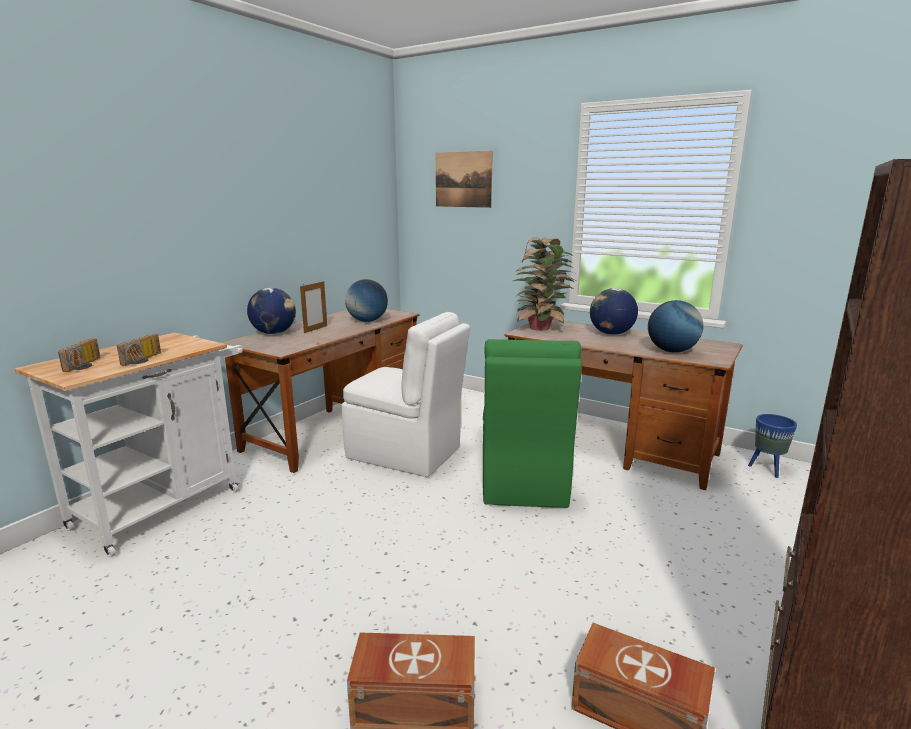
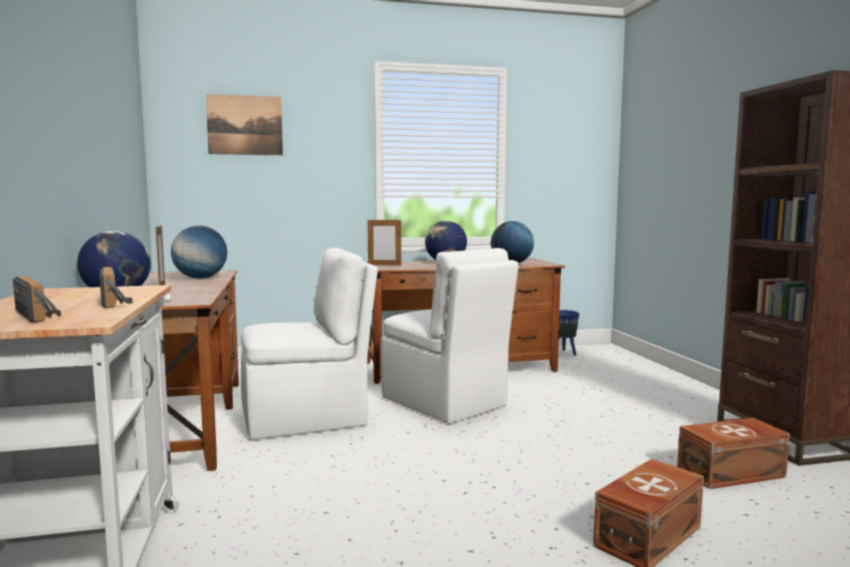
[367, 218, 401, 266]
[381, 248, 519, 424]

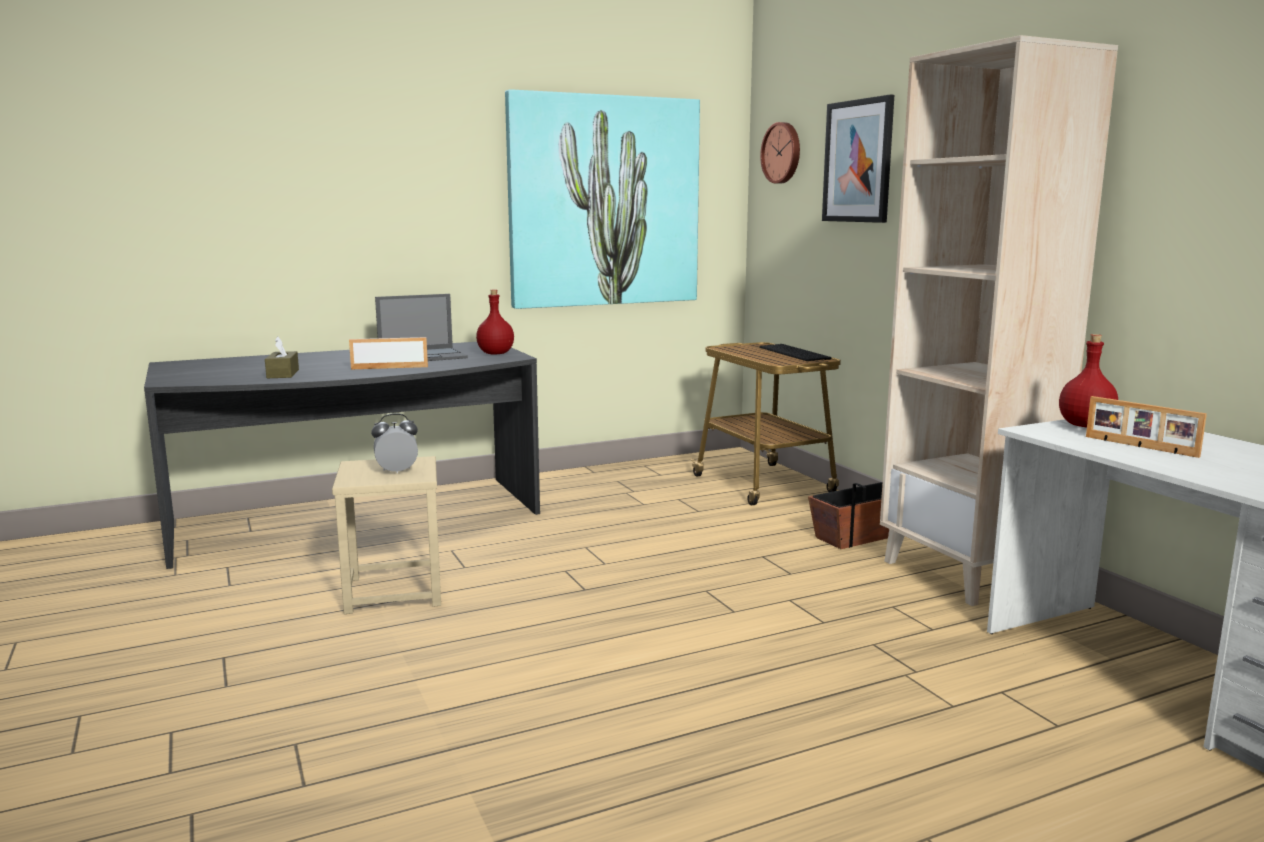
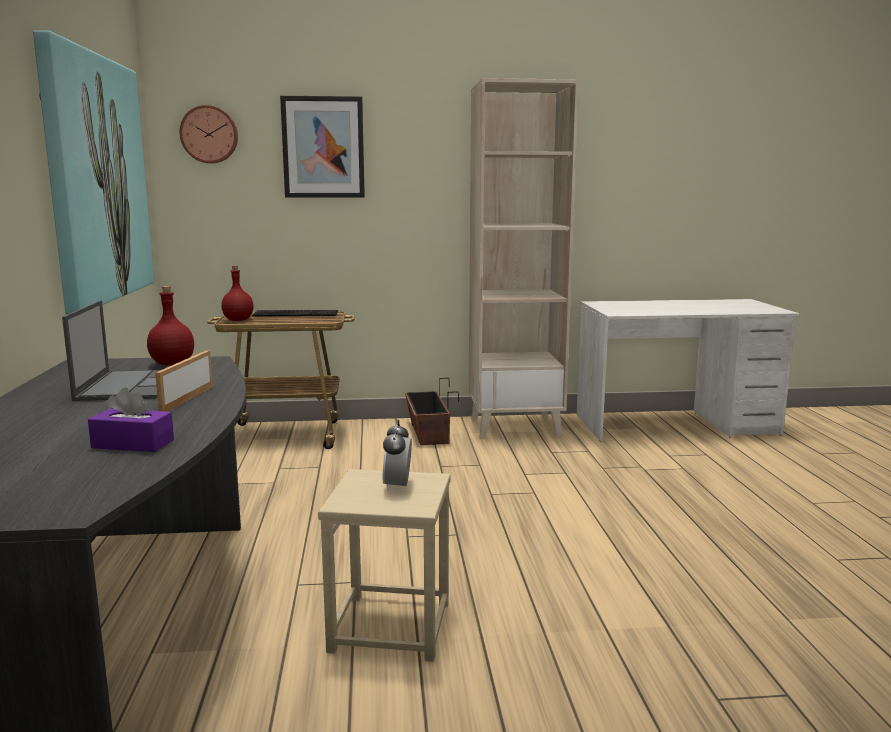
[221, 266, 254, 321]
[88, 387, 174, 452]
[1086, 396, 1207, 458] (first image)

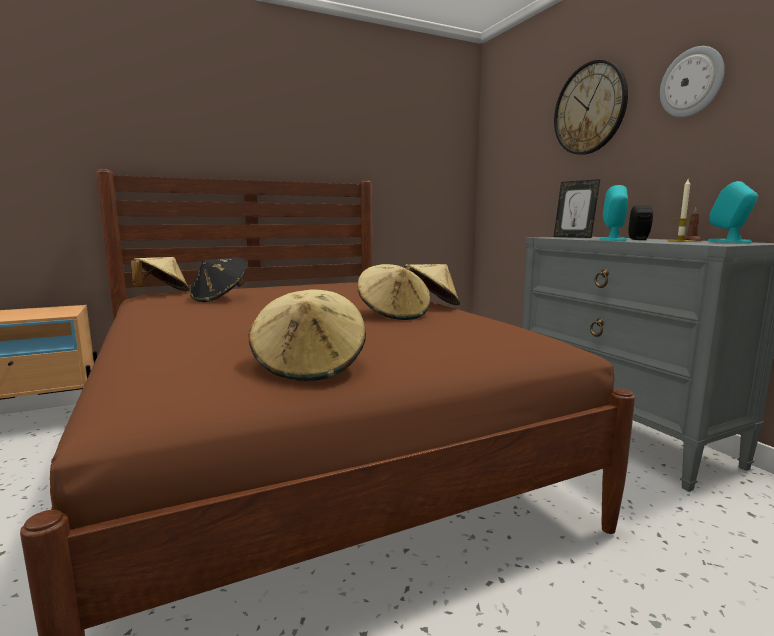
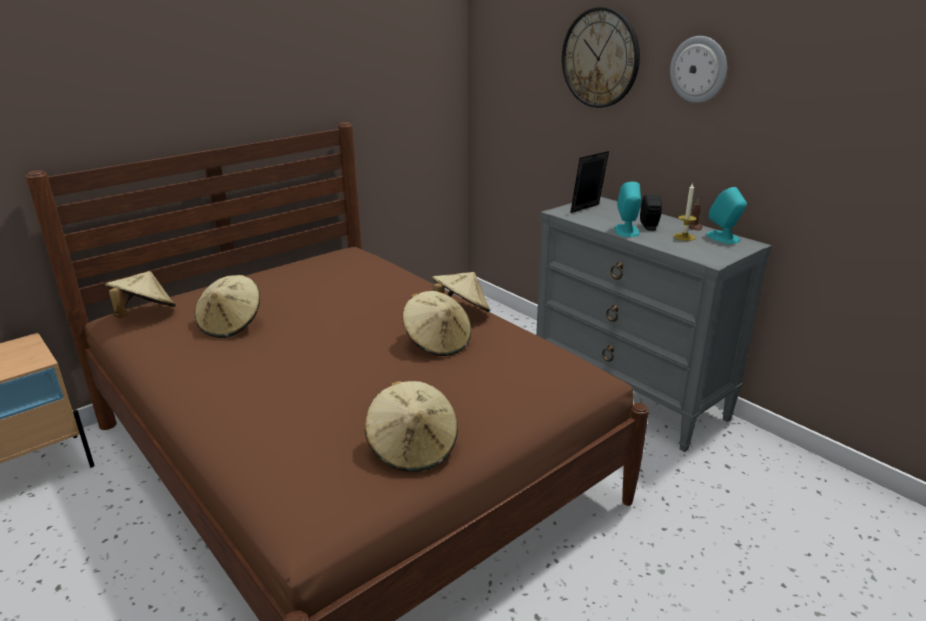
[570, 151, 609, 213]
[195, 275, 260, 338]

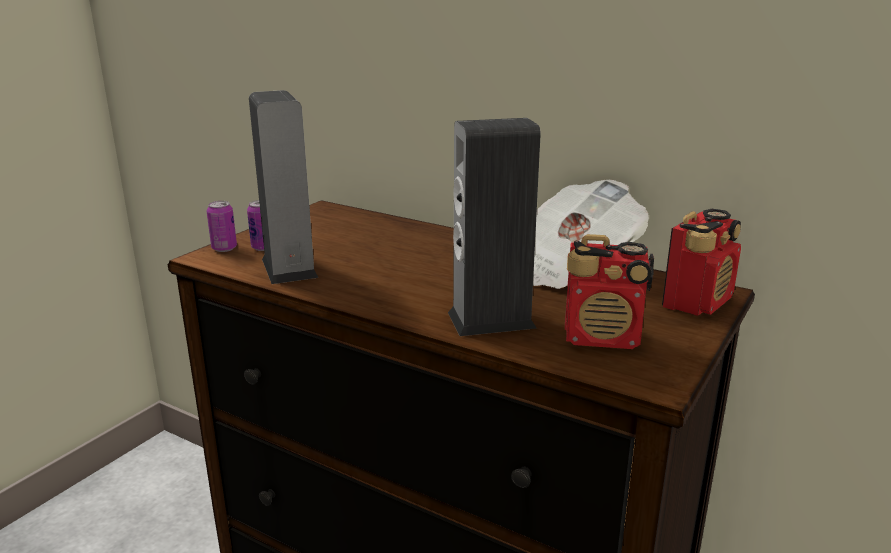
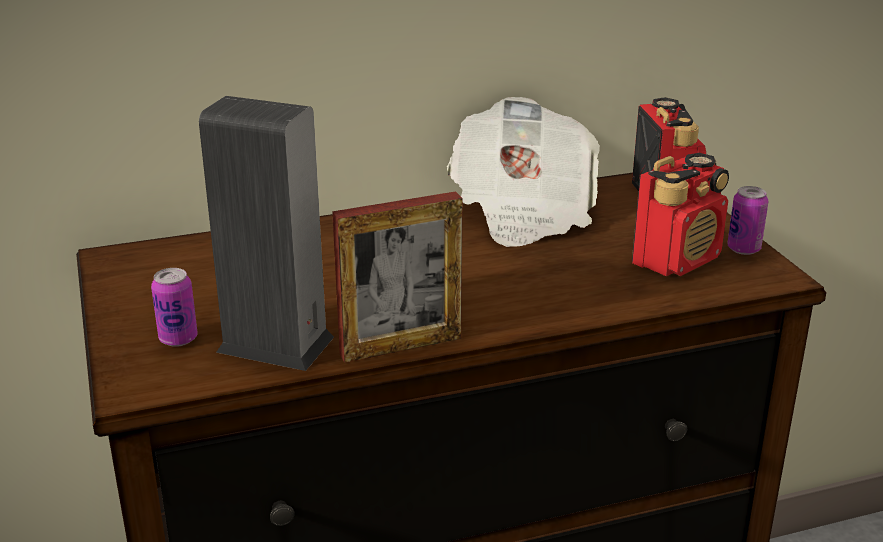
[448, 118, 541, 336] (first image)
[727, 186, 768, 255]
[332, 191, 463, 363]

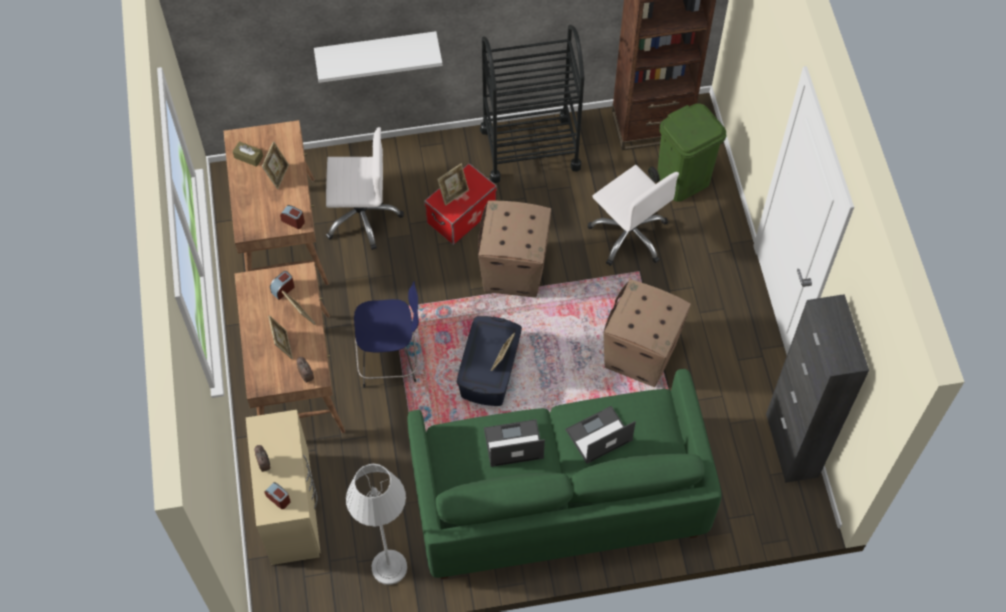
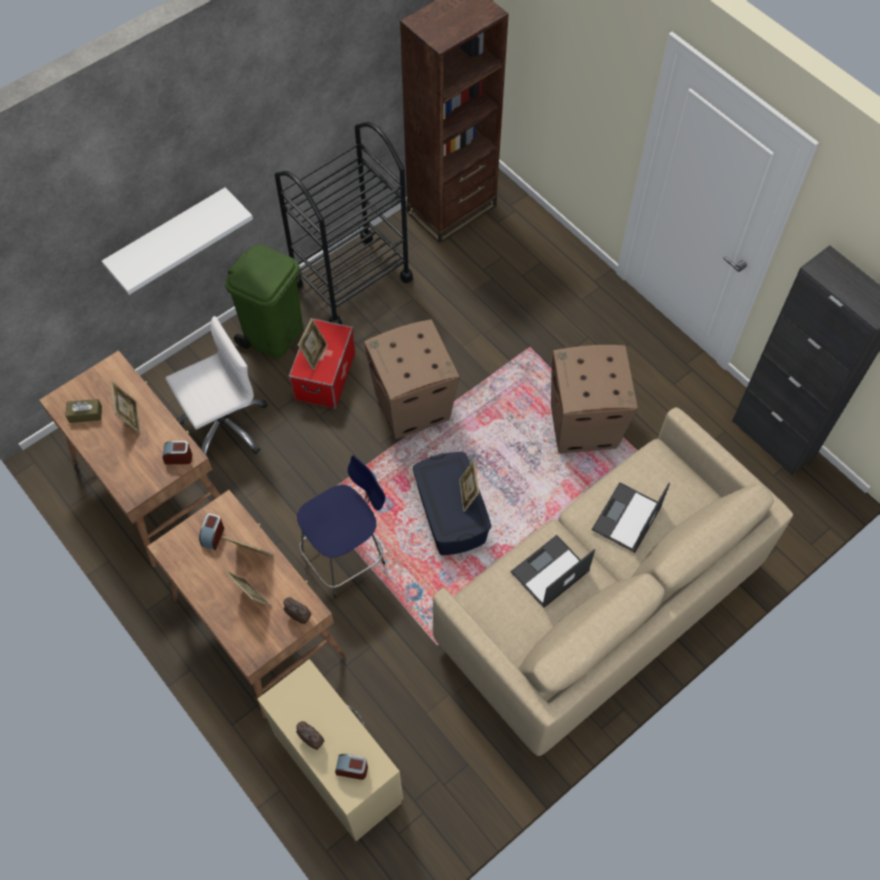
[225, 245, 303, 358]
[587, 165, 679, 266] (first image)
[433, 407, 793, 756]
[346, 464, 407, 585] (first image)

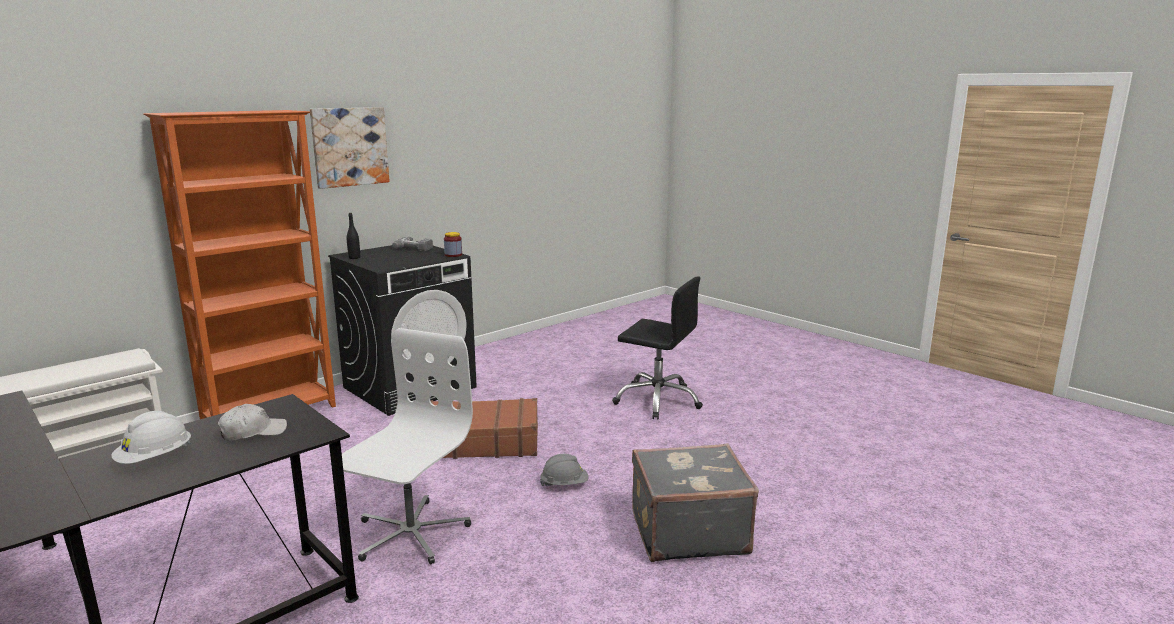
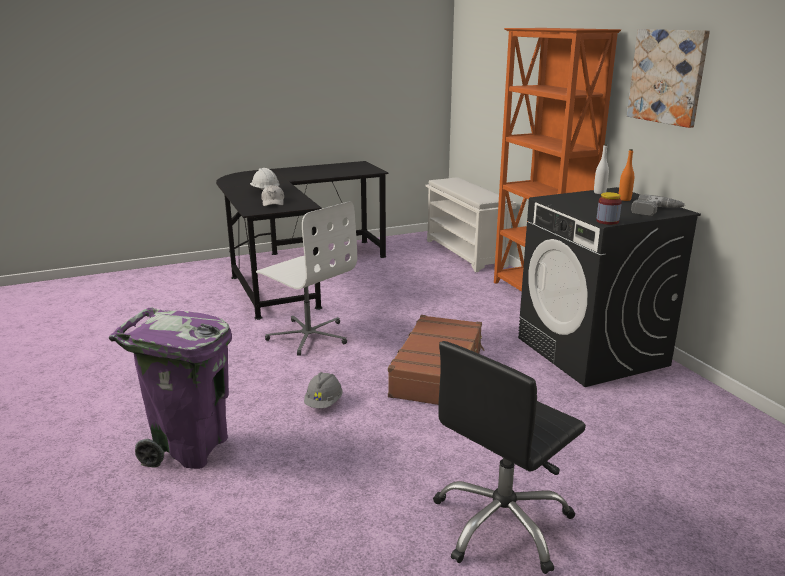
[594, 144, 609, 194]
[109, 307, 232, 469]
[619, 149, 634, 201]

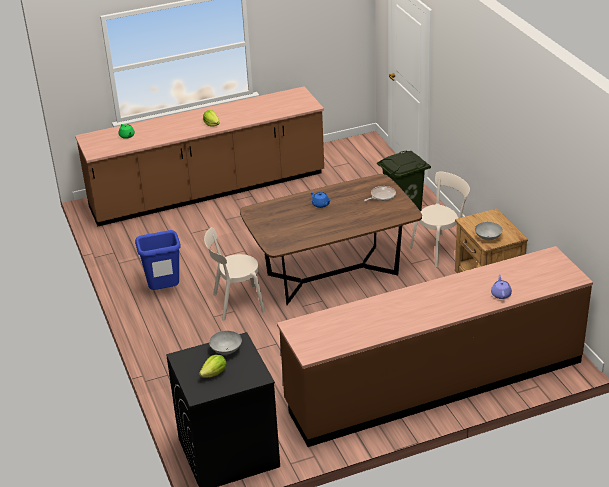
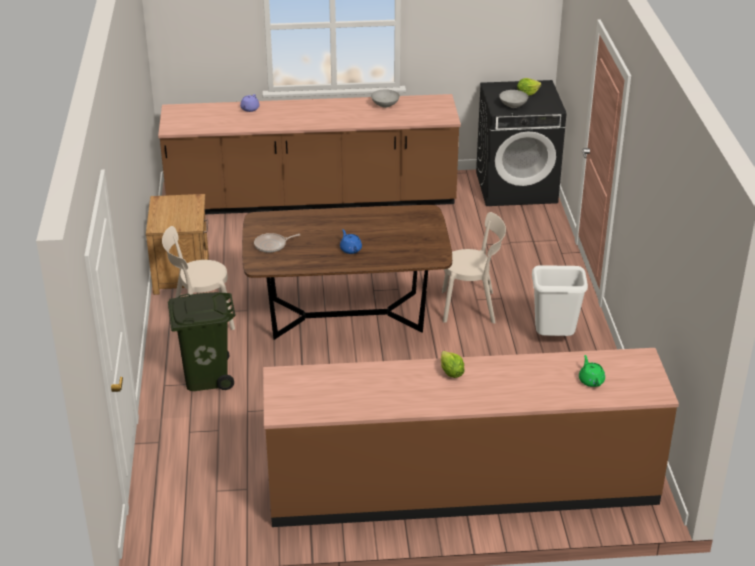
[371, 89, 400, 108]
[532, 265, 588, 336]

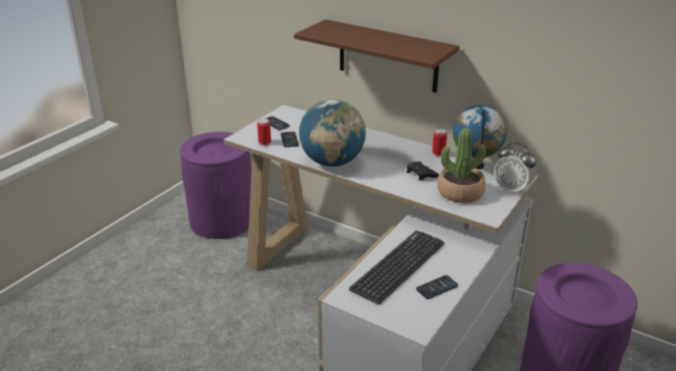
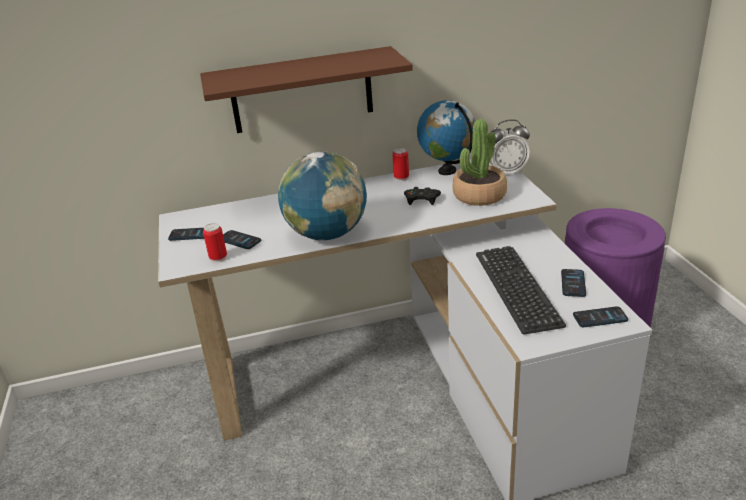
[180, 132, 252, 239] (first image)
[573, 307, 628, 327]

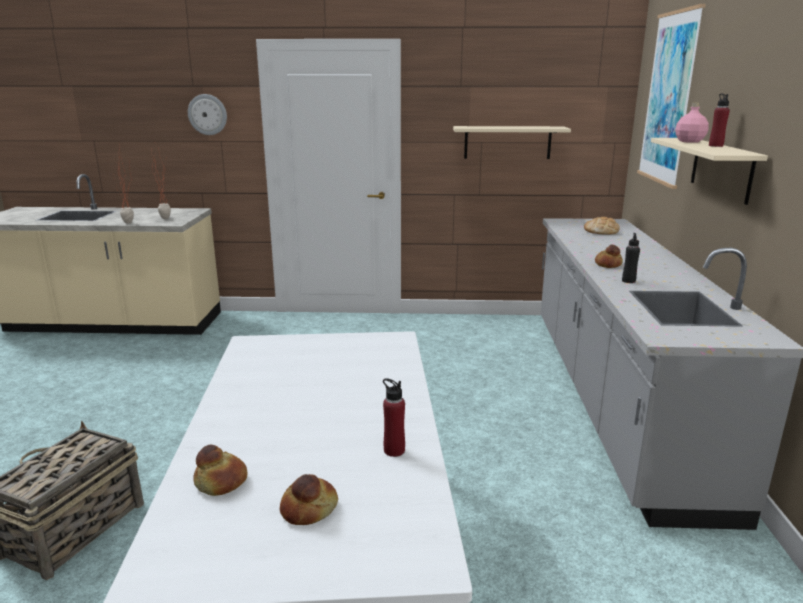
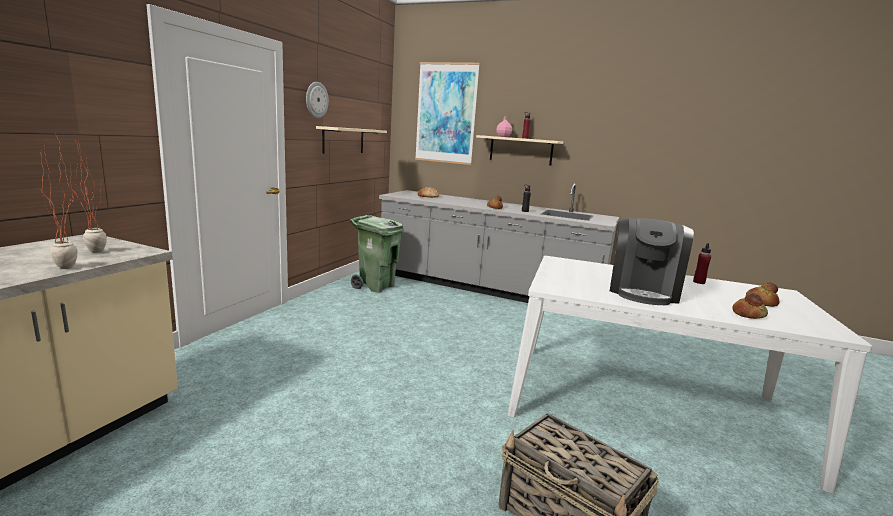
[306, 82, 329, 118]
[349, 215, 404, 293]
[610, 218, 694, 305]

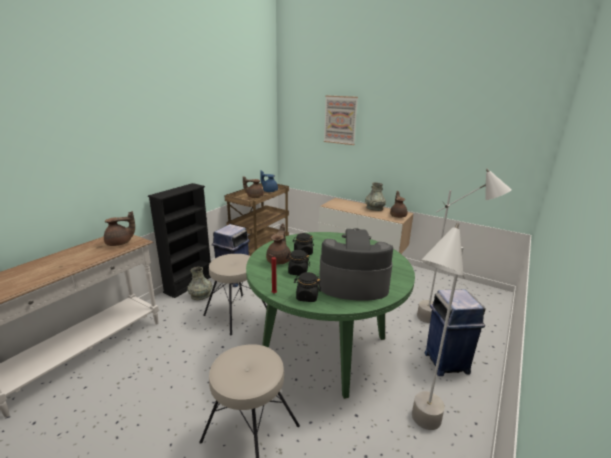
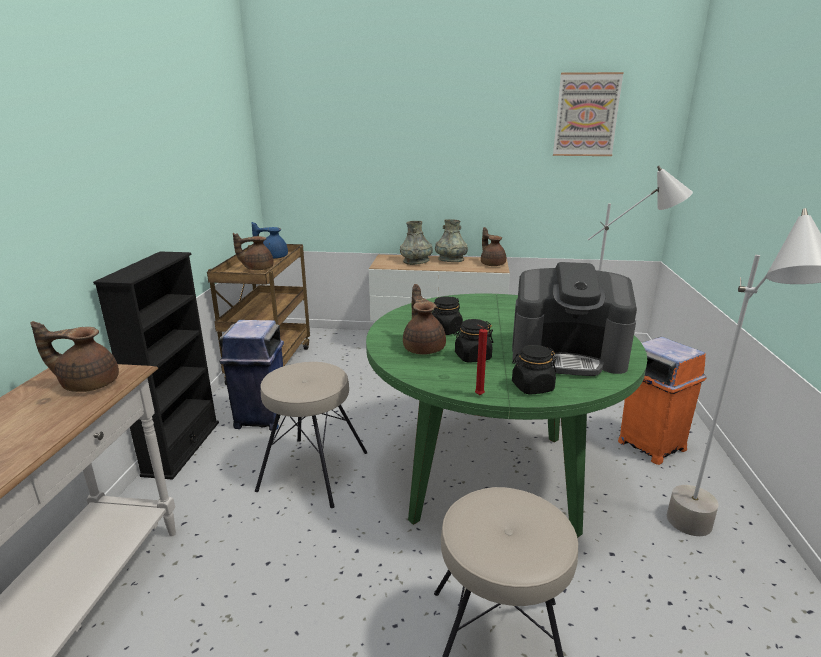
[553, 72, 624, 156]
[31, 321, 119, 392]
[512, 262, 637, 376]
[400, 221, 433, 265]
[618, 337, 707, 465]

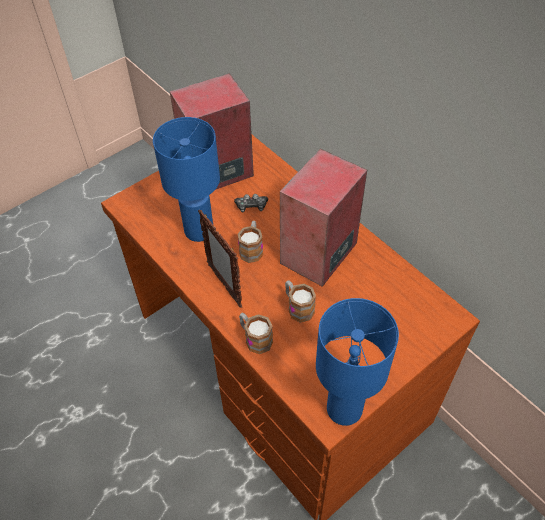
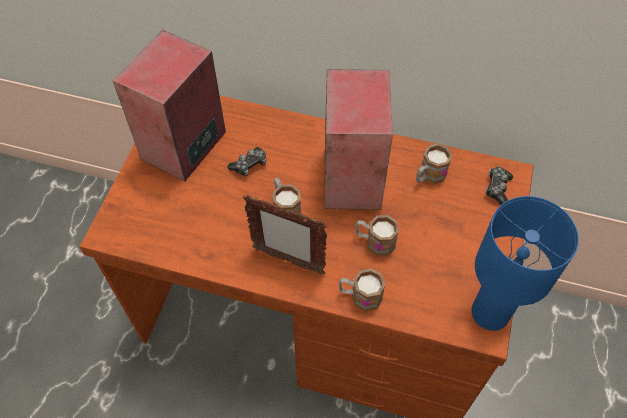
[153, 117, 220, 242] (first image)
[416, 143, 453, 184]
[485, 167, 513, 205]

